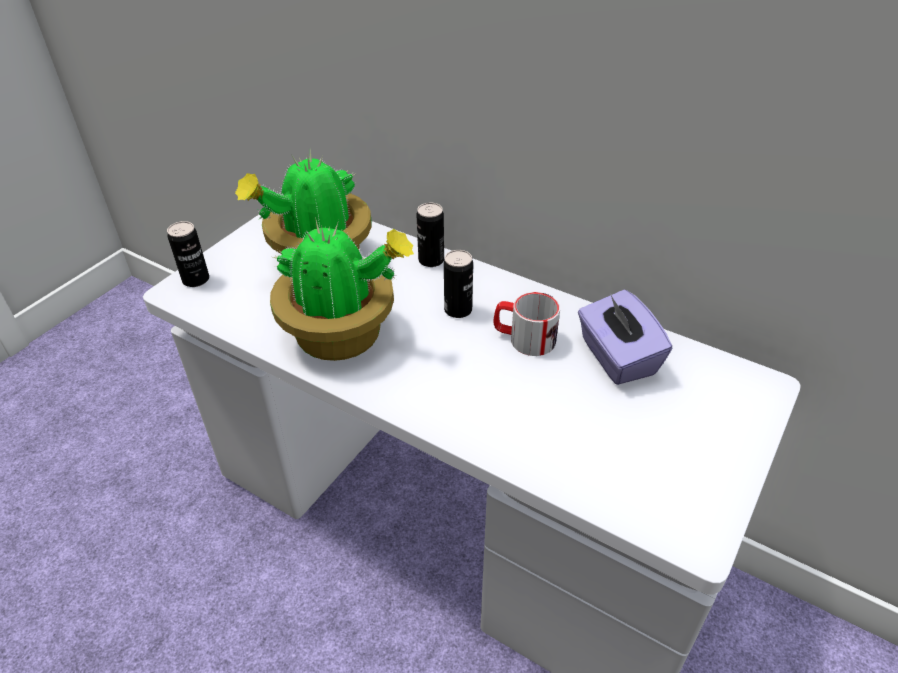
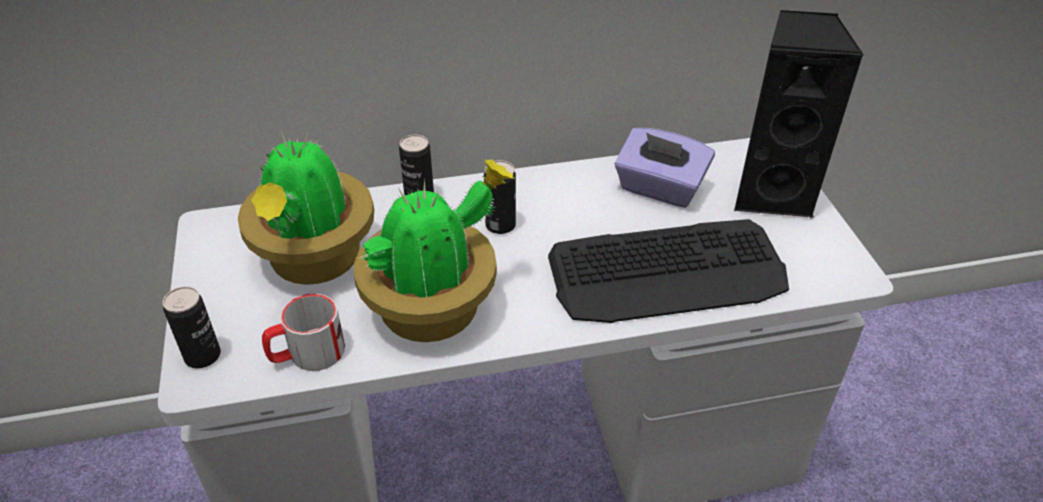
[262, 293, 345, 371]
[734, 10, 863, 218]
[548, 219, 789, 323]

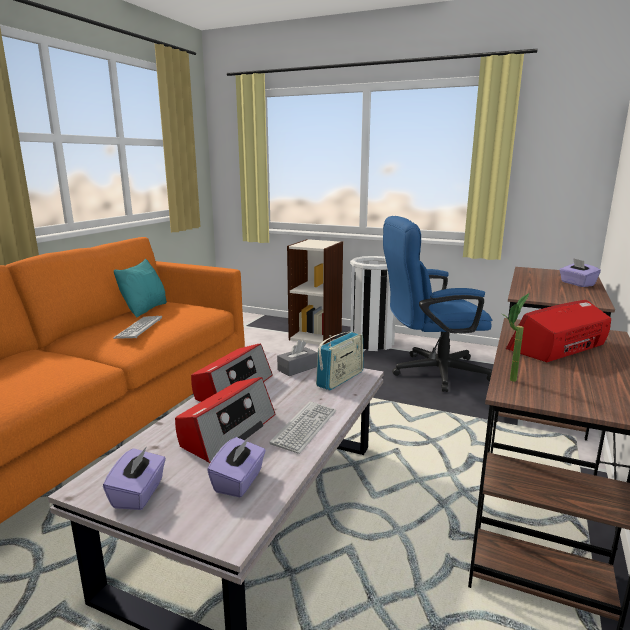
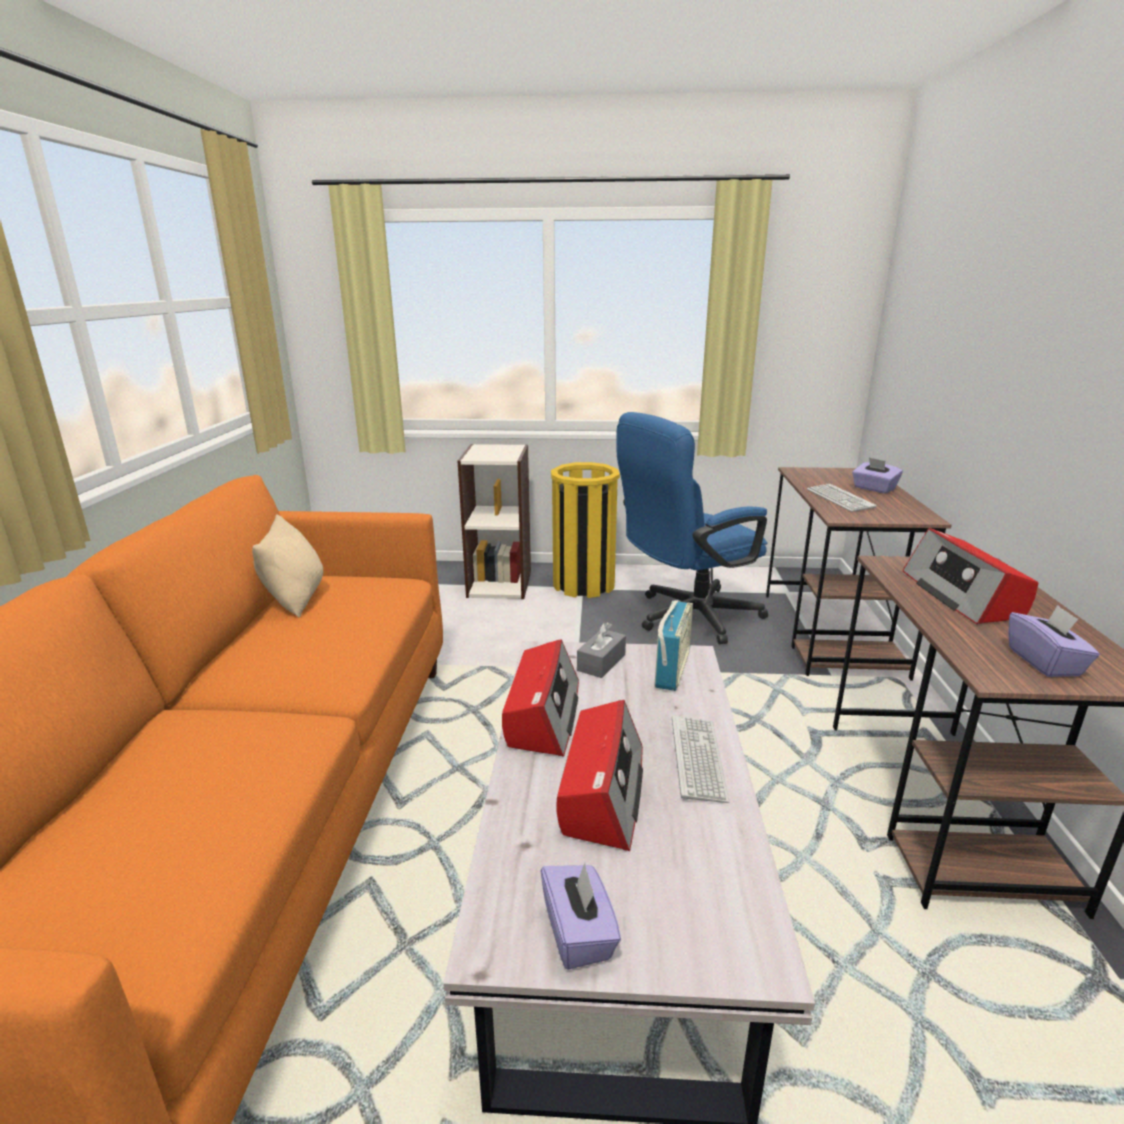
[551, 462, 620, 598]
[252, 514, 323, 617]
[502, 293, 529, 382] (first image)
[903, 528, 1038, 624]
[807, 484, 877, 512]
[1008, 605, 1100, 677]

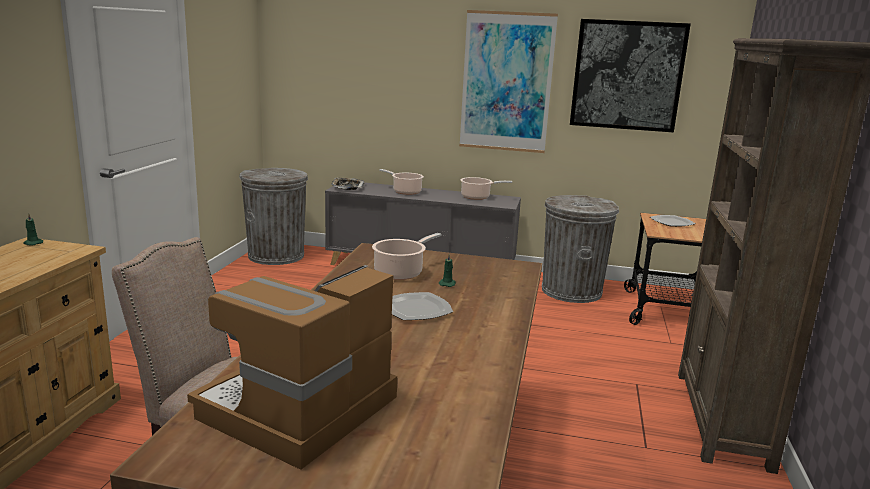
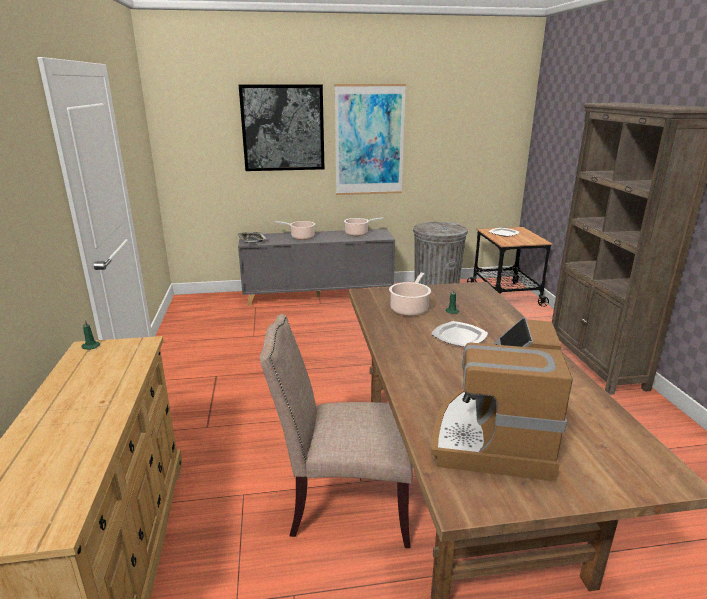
[239, 84, 325, 171]
[239, 168, 308, 265] (first image)

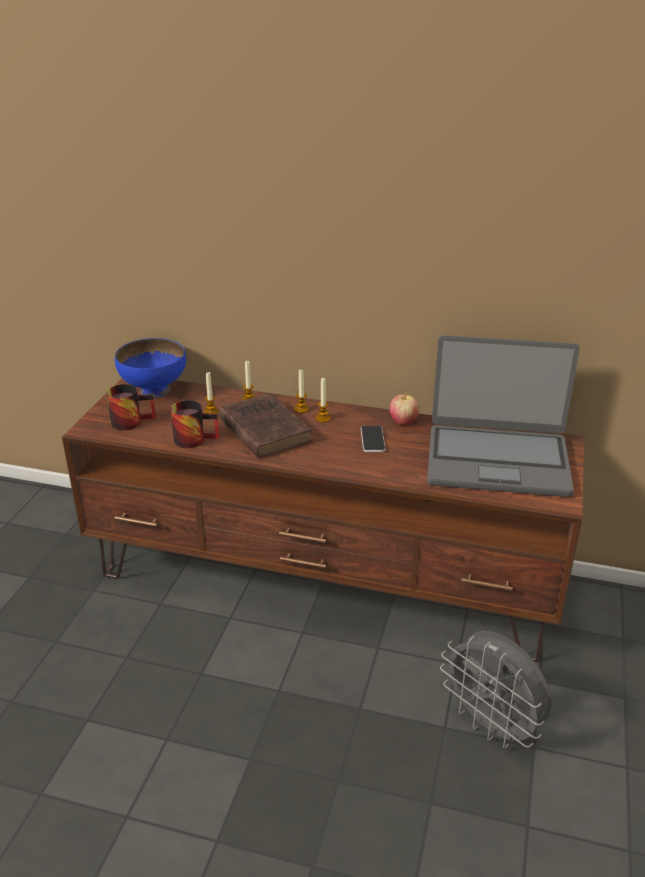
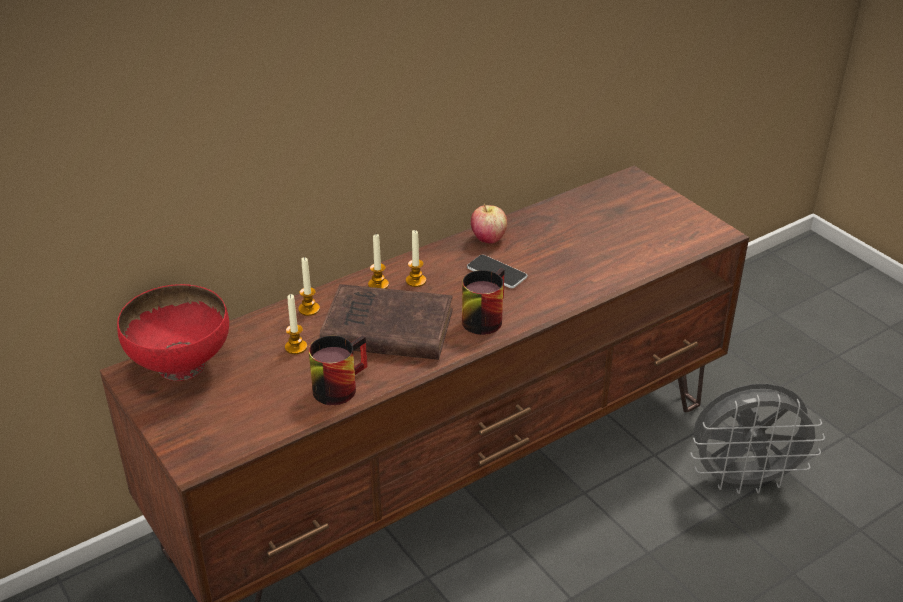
[427, 335, 580, 497] (first image)
[117, 284, 229, 381]
[462, 268, 505, 335]

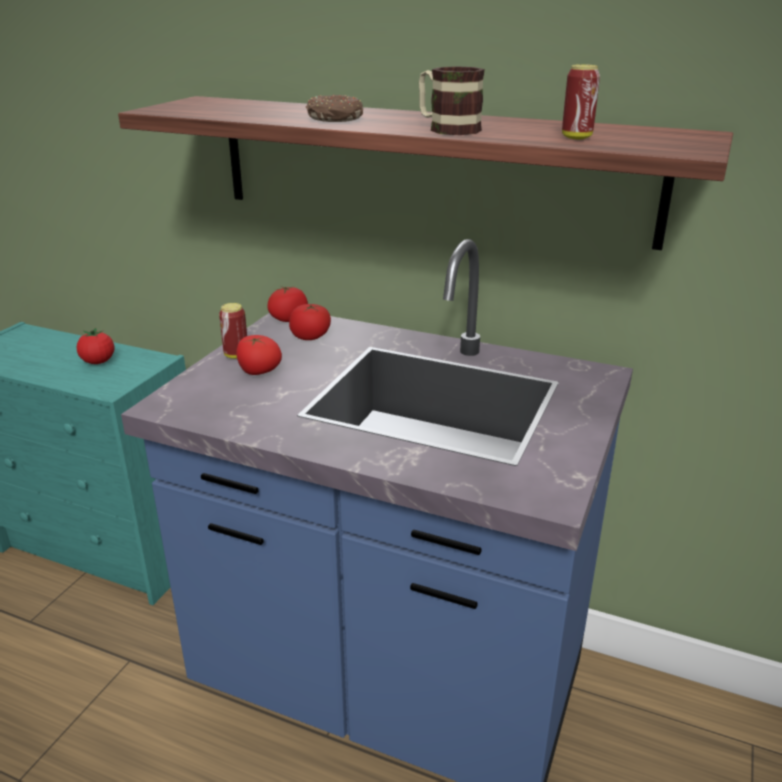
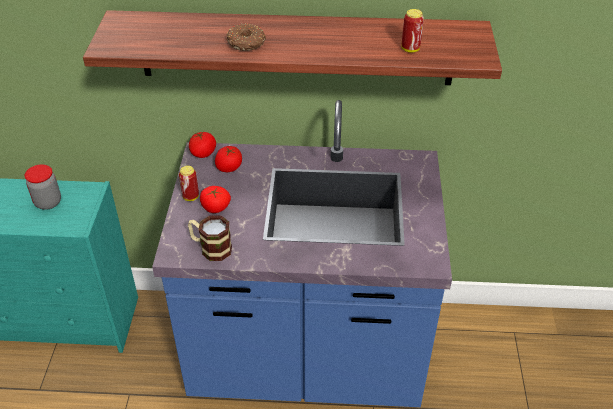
[188, 216, 232, 261]
[25, 164, 61, 210]

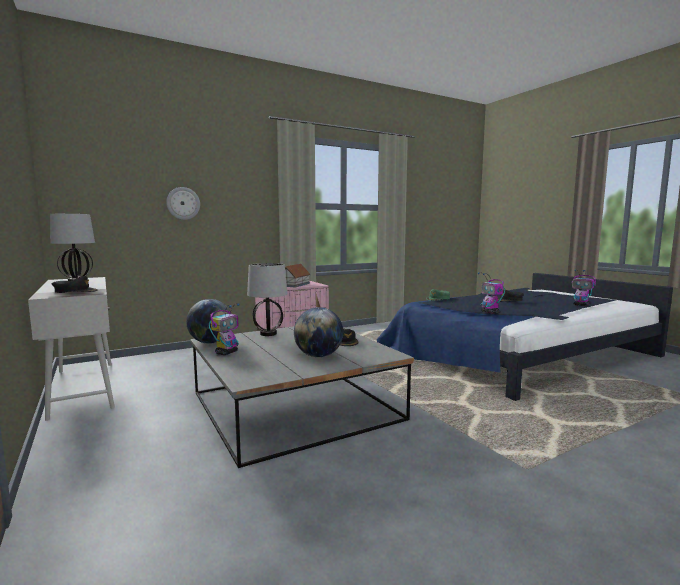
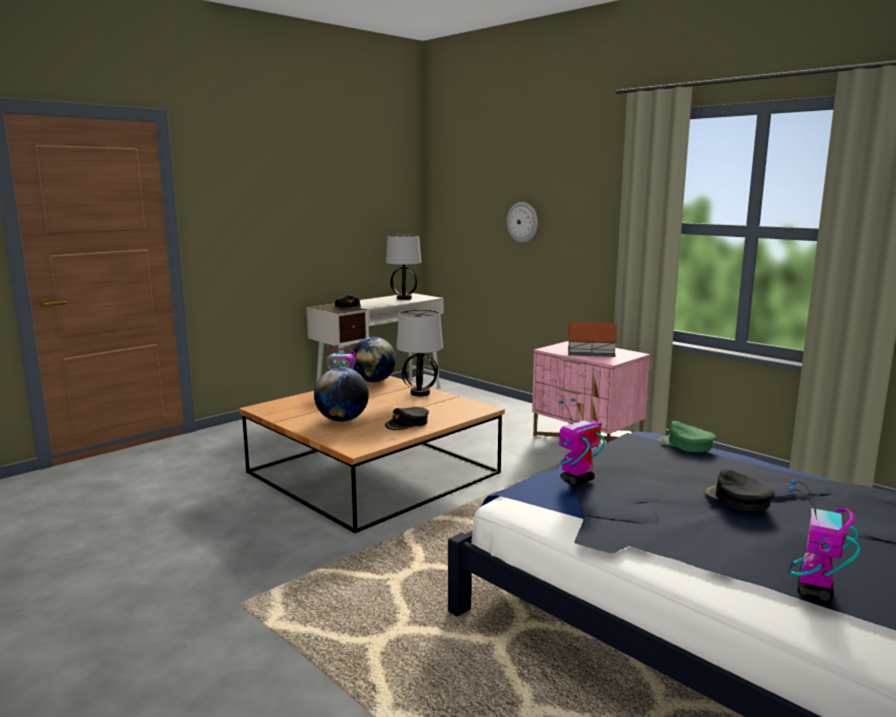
[239, 376, 505, 533]

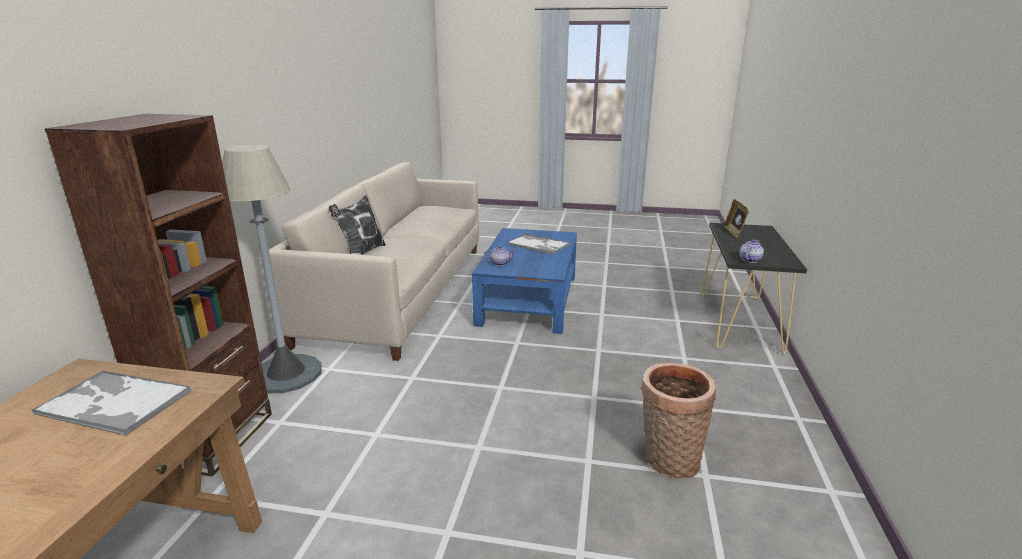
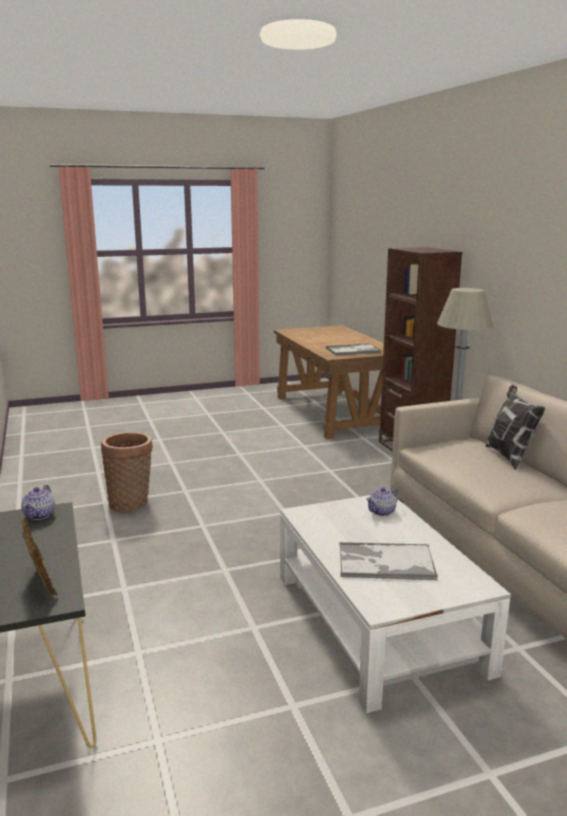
[280, 495, 511, 713]

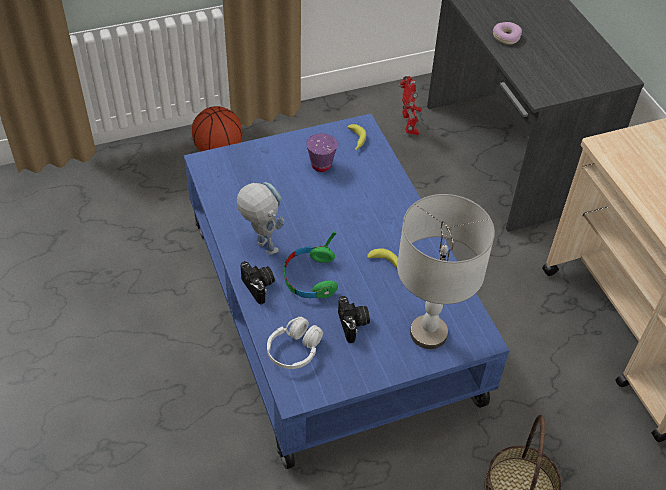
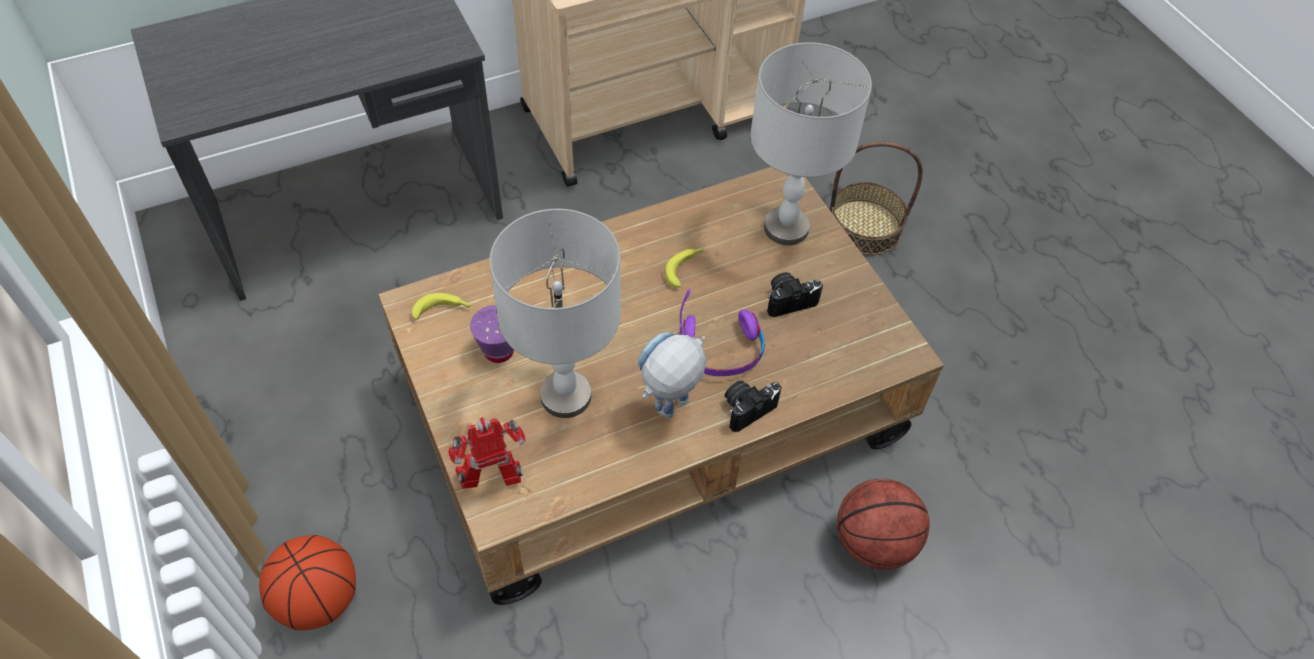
[493, 22, 522, 45] (first image)
[448, 417, 526, 489]
[378, 167, 944, 605]
[680, 289, 765, 376]
[267, 317, 323, 369] (first image)
[489, 209, 621, 418]
[837, 479, 930, 570]

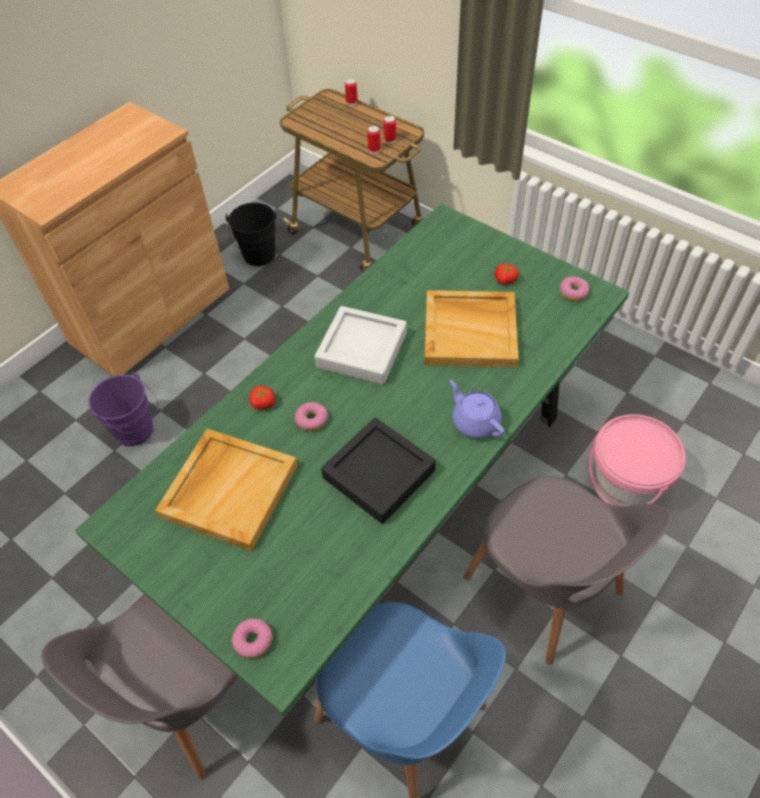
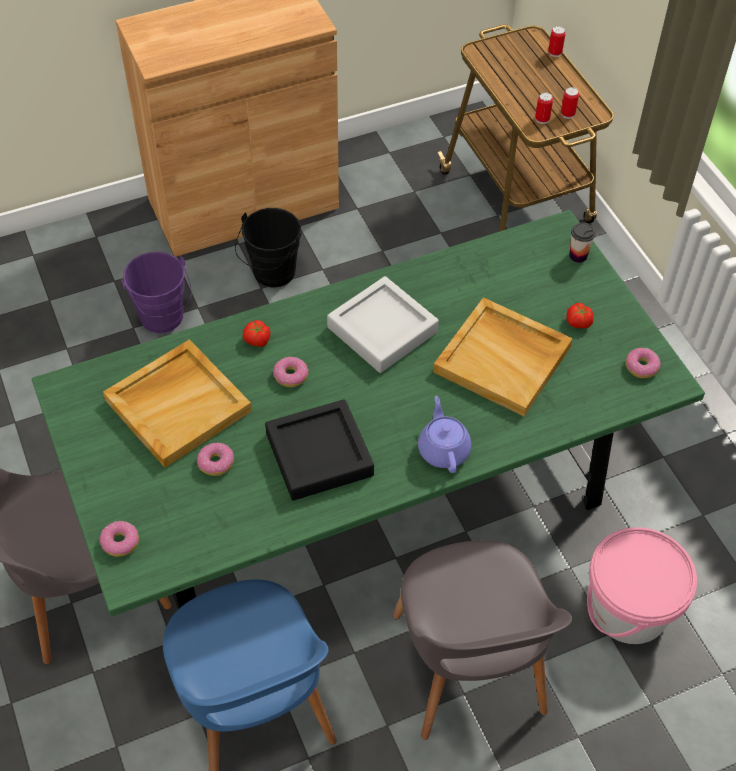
[235, 208, 301, 287]
[569, 222, 596, 263]
[197, 443, 234, 476]

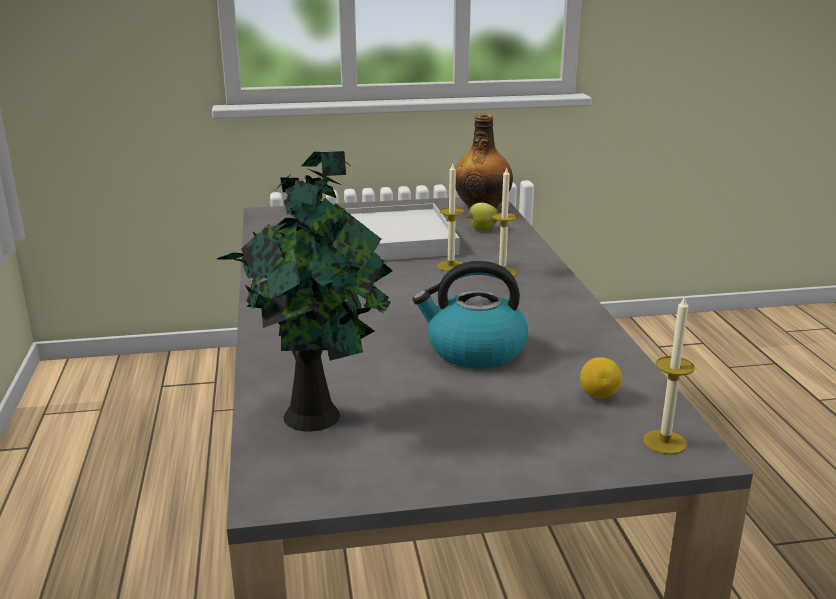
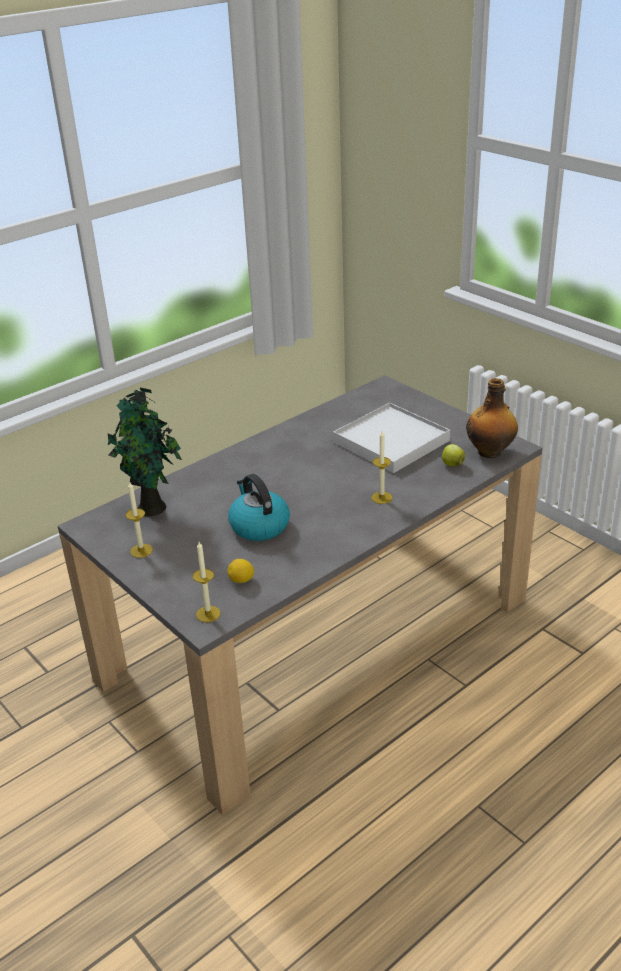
[126, 482, 153, 558]

